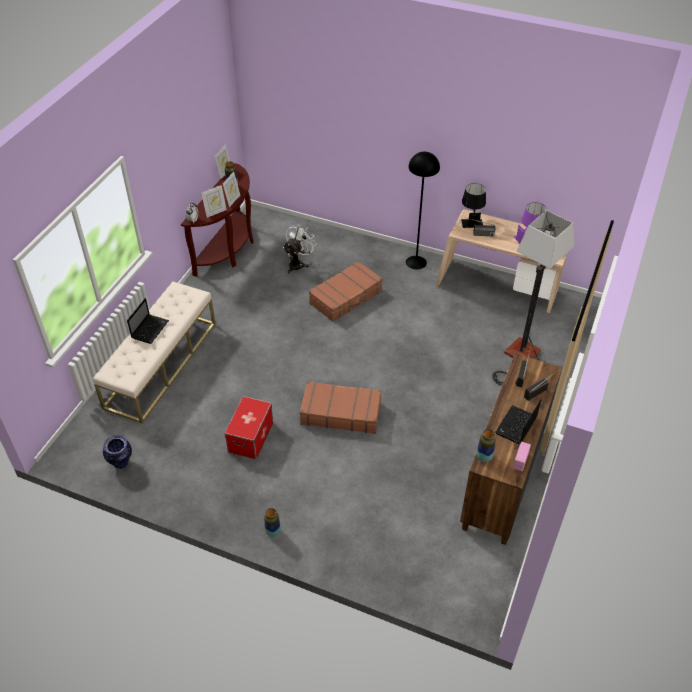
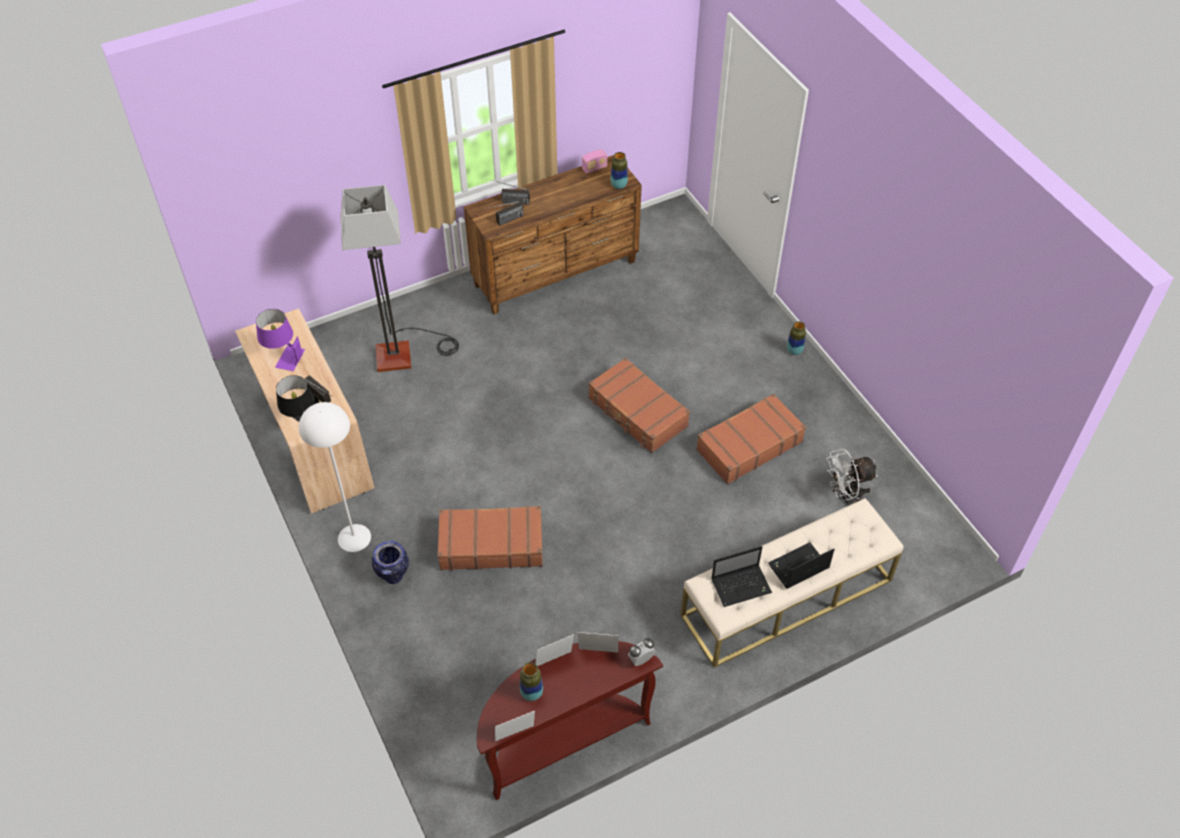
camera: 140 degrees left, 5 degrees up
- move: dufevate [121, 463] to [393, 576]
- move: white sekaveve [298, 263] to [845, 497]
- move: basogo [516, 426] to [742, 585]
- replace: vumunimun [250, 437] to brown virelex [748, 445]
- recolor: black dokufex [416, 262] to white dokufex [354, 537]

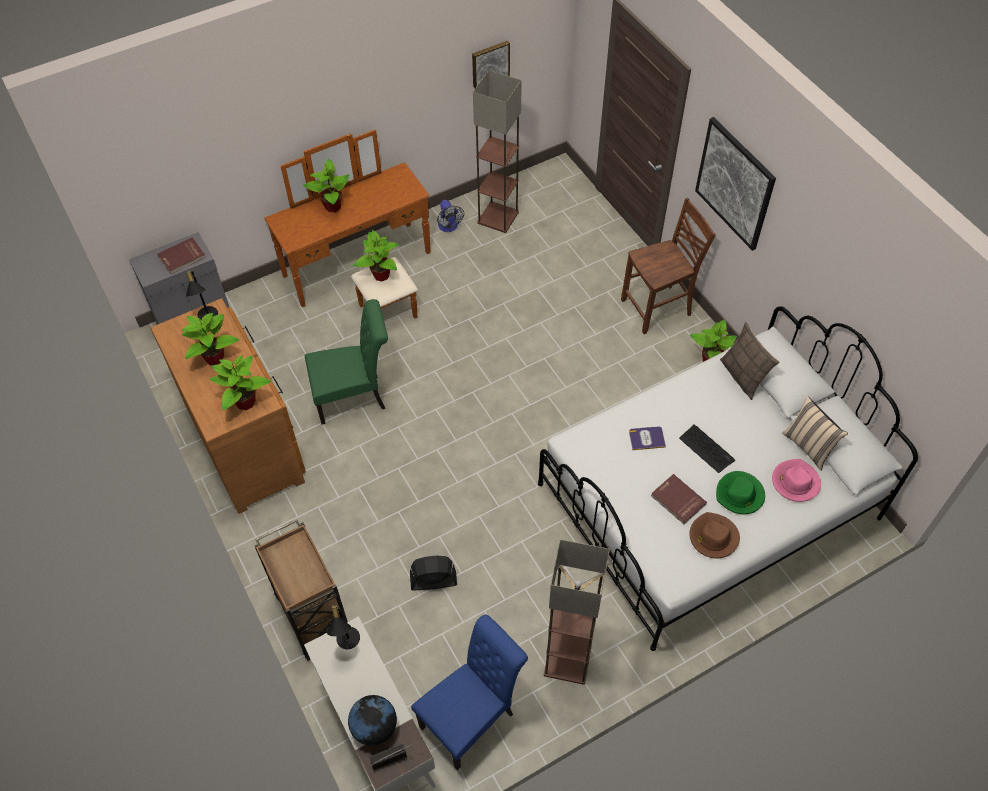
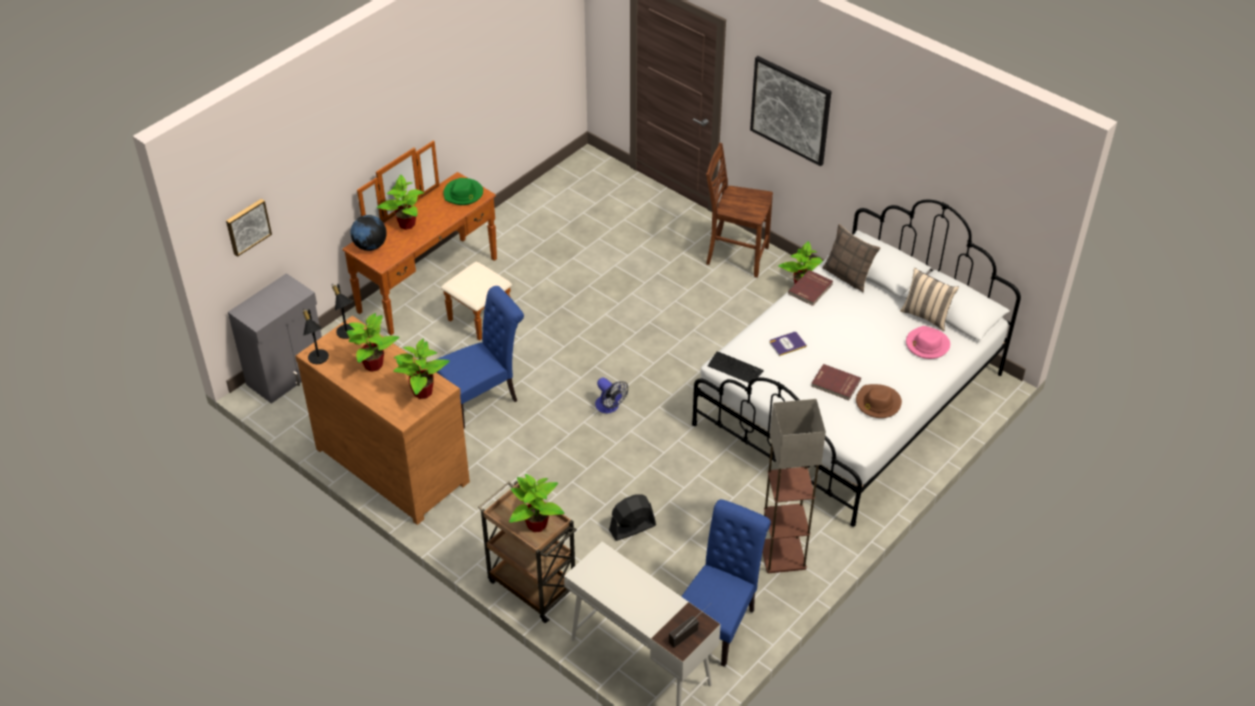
camera: 20 degrees left, 10 degrees down
- delete: dokufex [497, 217]
- move: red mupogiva [182, 257] to [811, 289]
- move: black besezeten [347, 642] to [318, 360]
- move: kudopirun [374, 727] to [370, 246]
- move: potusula [381, 275] to [536, 524]
- move: sekaveve [449, 227] to [610, 407]
- move: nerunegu [490, 63] to [247, 226]
- move: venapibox [706, 449] to [735, 368]
- move: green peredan [740, 495] to [463, 194]
- recolor: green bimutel [354, 397] to blue bimutel [483, 399]
- rotate: brown bimutel [658, 308] = [735, 256] 120 degrees counterclockwise

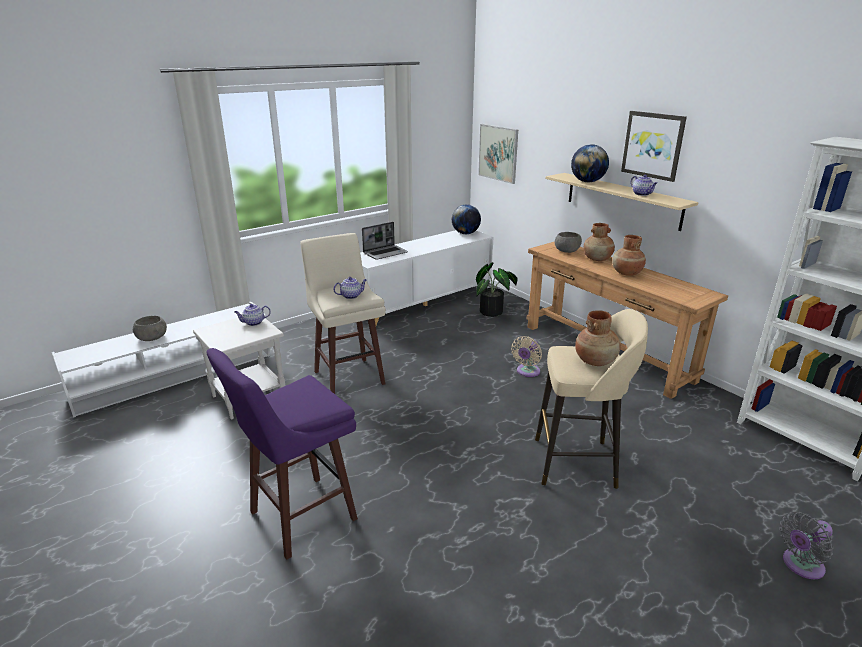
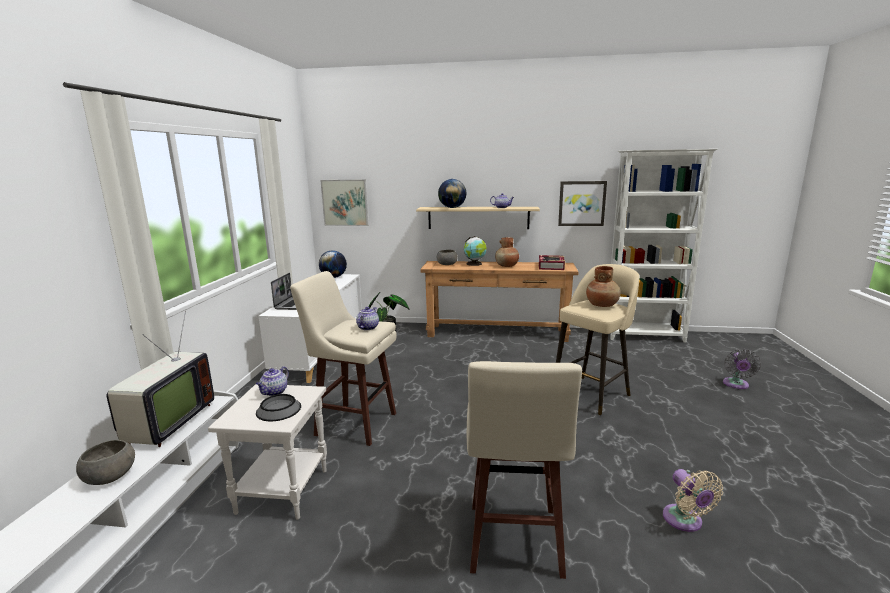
camera: 45 degrees left, 10 degrees down
- insert: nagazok [166, 424]
- insert: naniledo [278, 409]
- insert: mupogiva [551, 266]
- move: beige sekaveve [527, 372] to [685, 521]
- move: nerunegu [653, 145] to [581, 203]
- replace: brown dufevate [597, 259] to kudopirun [475, 264]
- recolor: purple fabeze [299, 517] to beige fabeze [513, 542]

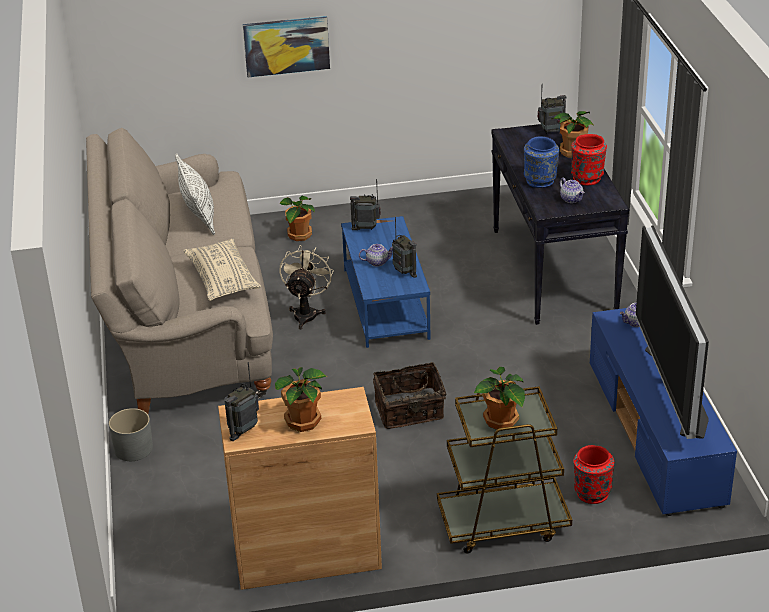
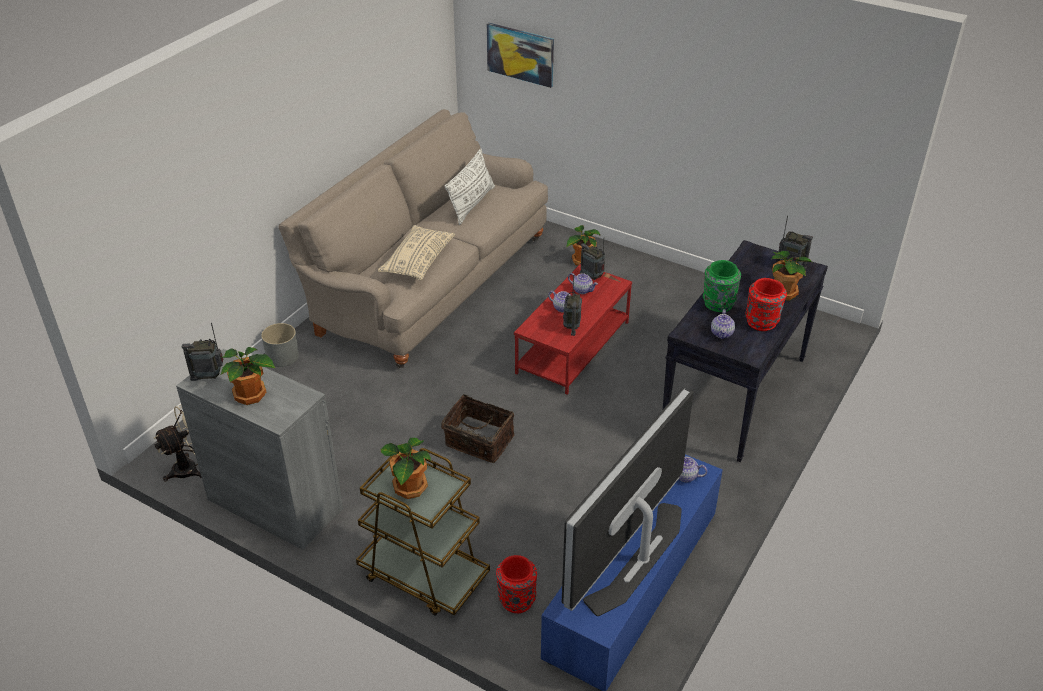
camera: 40 degrees right, 5 degrees up
- insert: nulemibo [582, 290]
- move: nerunegu [286, 45] to [520, 54]
- move: beige sekaveve [306, 313] to [191, 467]
- recolor: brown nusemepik [307, 555] to grey nusemepik [275, 504]
- recolor: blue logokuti [385, 303] to red logokuti [573, 346]
- recolor: blue dufevate [540, 181] to green dufevate [718, 304]

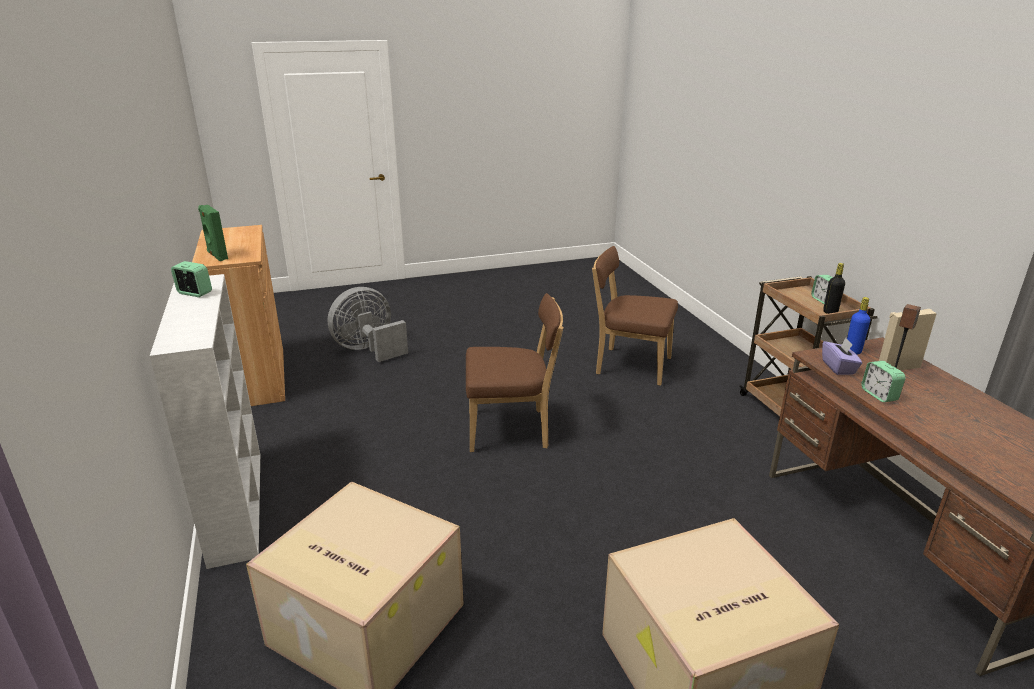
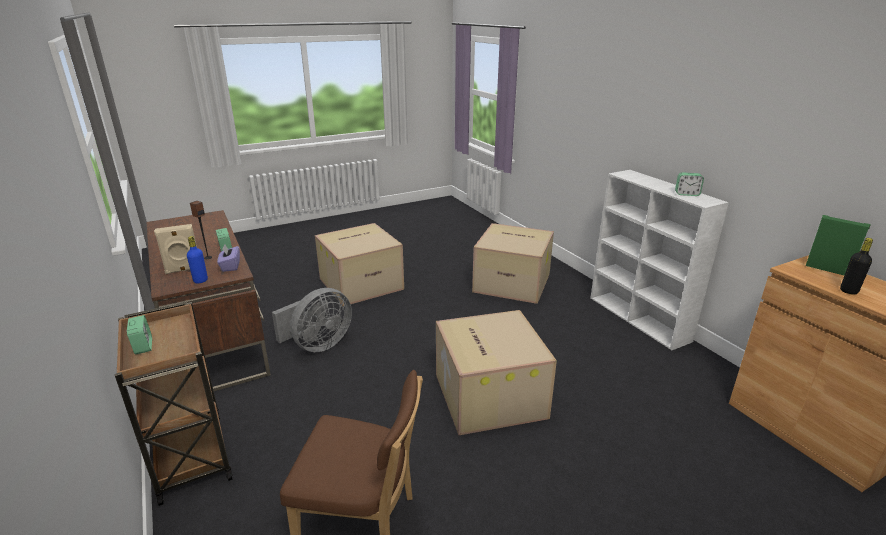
camera: 170 degrees right, 0 degrees up
- move: grey sekaveve [369, 350] to [318, 345]
- move: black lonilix [830, 312] to [848, 291]
- replace: brown bimutel [512, 430] to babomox [487, 395]

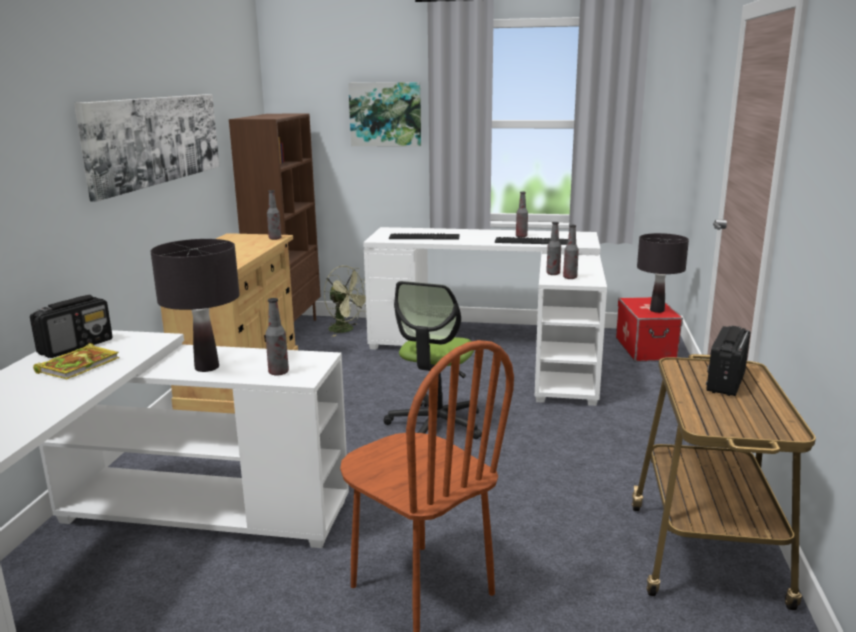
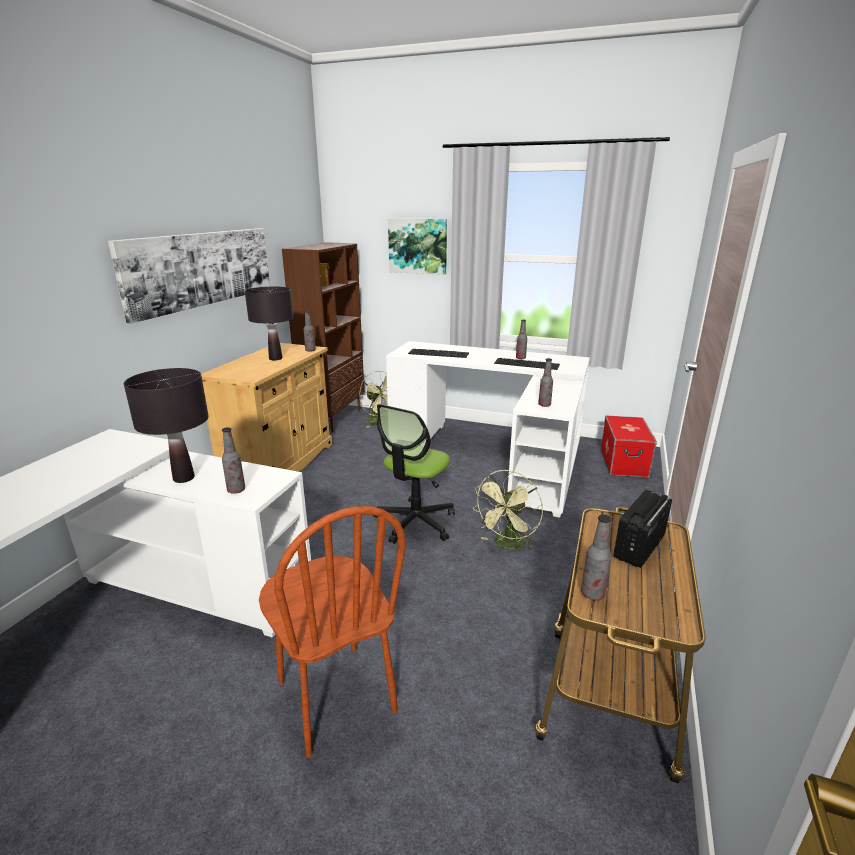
camera: 10 degrees right, 5 degrees up
- delete: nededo [76, 346]
- delete: mupogiva [79, 365]
- insert: green sekaveve [507, 545]
- move: lonilix [553, 274] to [592, 594]
- move: black besezeten [657, 310] to [275, 358]

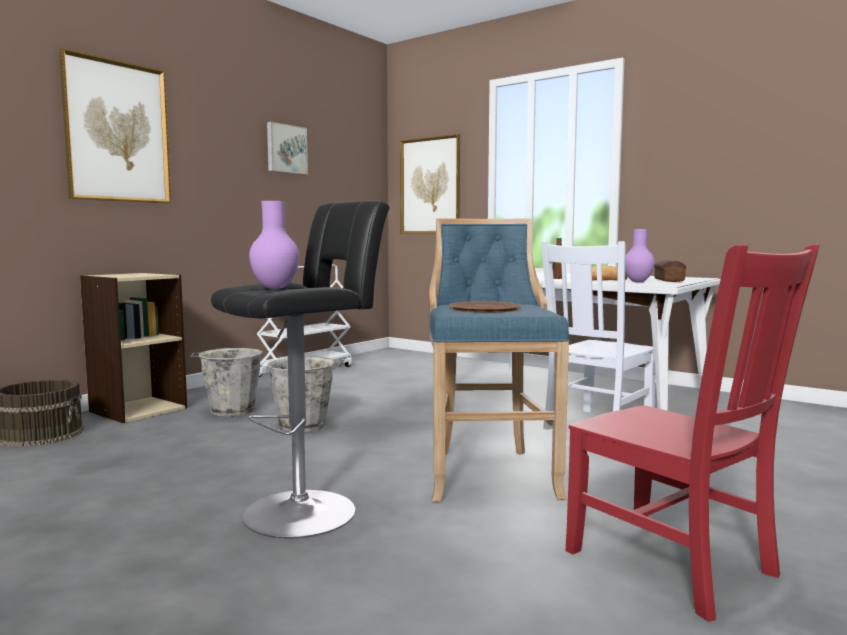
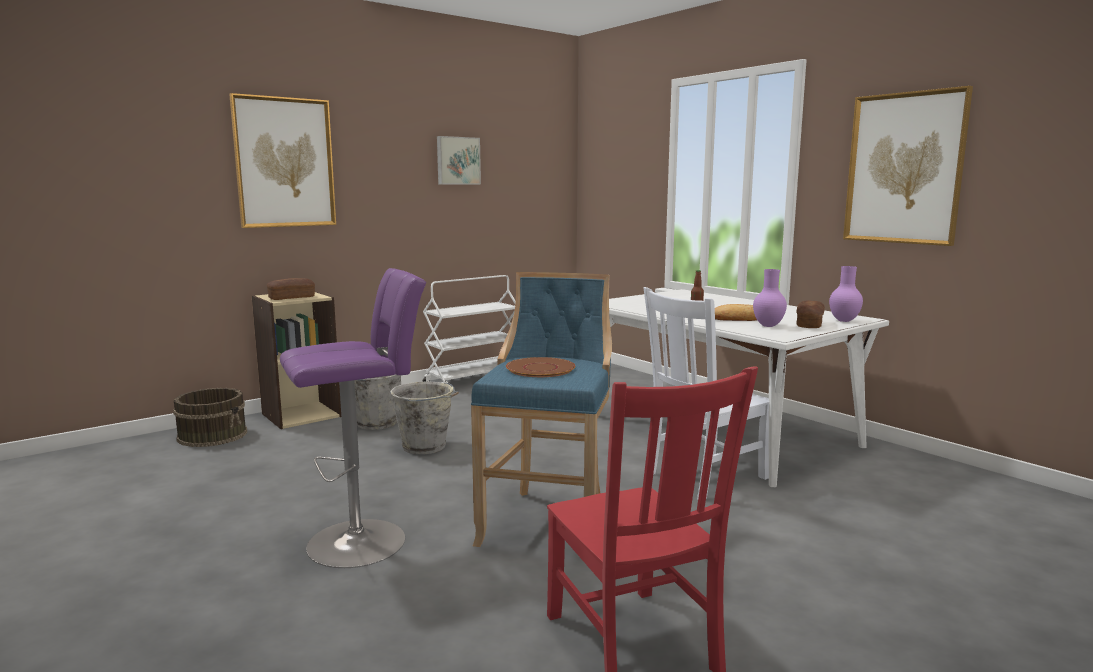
camera: 15 degrees right, 5 degrees up
- insert: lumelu [291, 298]
- move: purple dufevate [274, 288] to [843, 321]
- move: nerunegu [430, 186] to [904, 168]
- recolor: black fabeze [307, 510] to purple fabeze [364, 540]

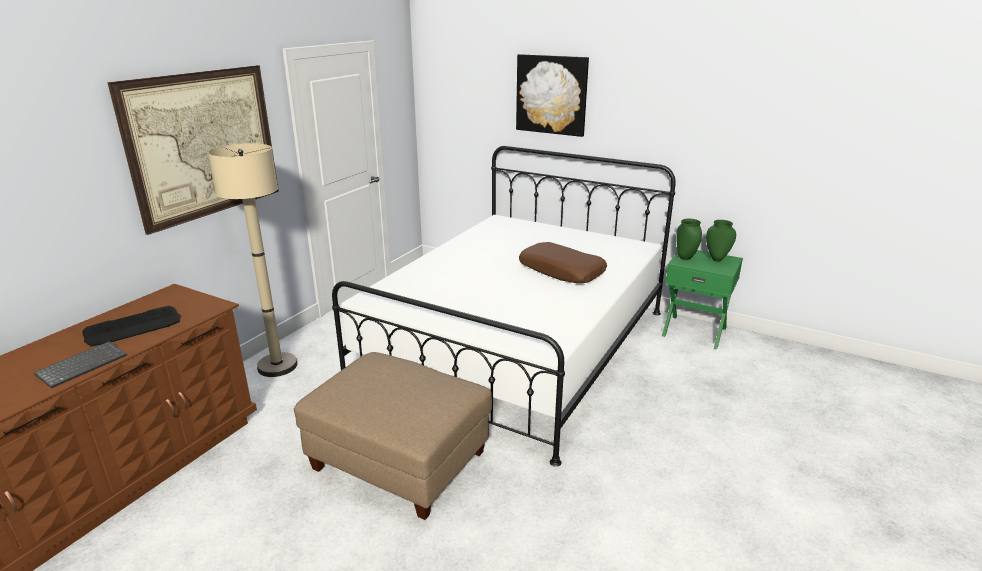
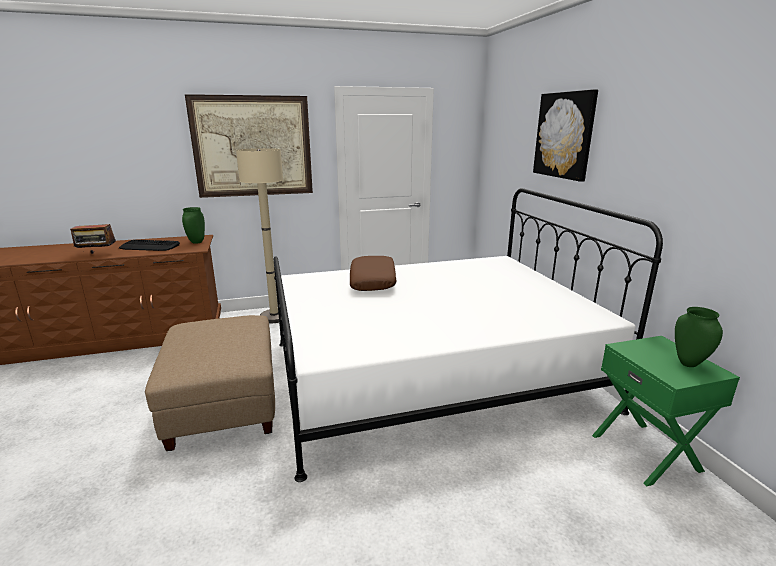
camera: 45 degrees right, 5 degrees down
- move: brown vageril [562, 271] to [373, 281]
- move: green dufevate [685, 258] to [196, 242]
- replace: venapibox [83, 365] to nededo [97, 254]

